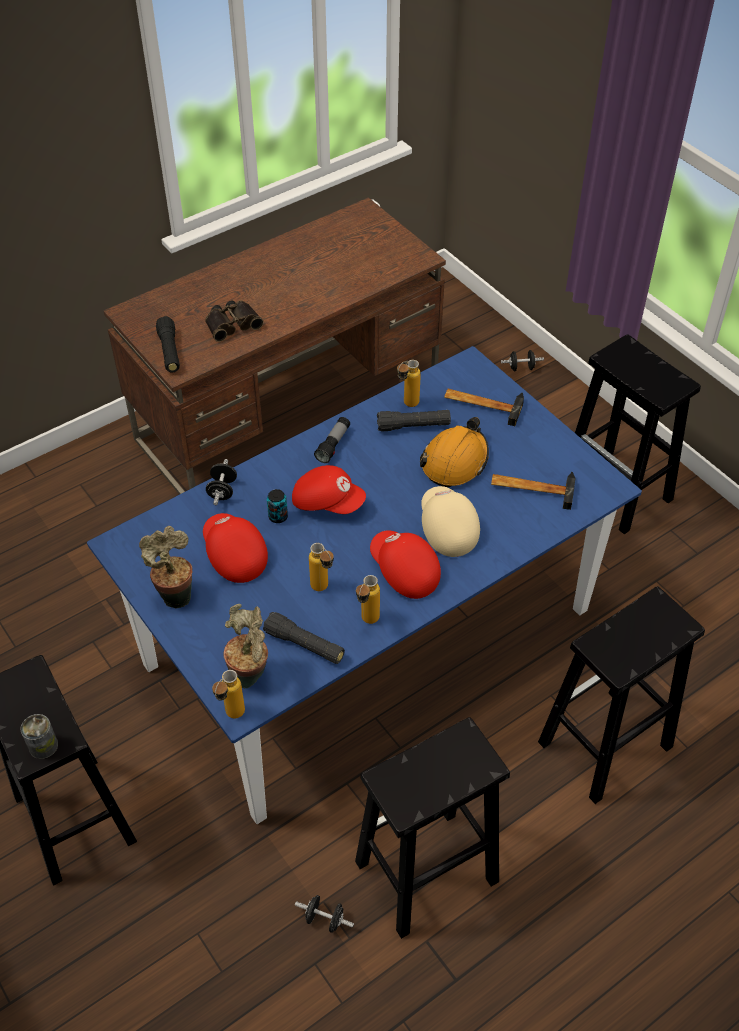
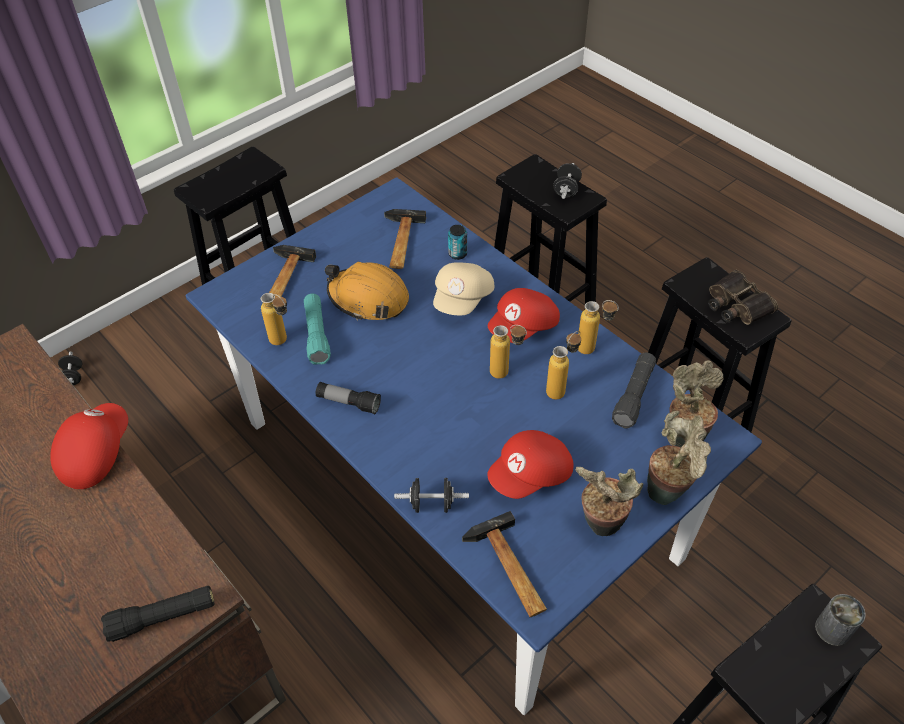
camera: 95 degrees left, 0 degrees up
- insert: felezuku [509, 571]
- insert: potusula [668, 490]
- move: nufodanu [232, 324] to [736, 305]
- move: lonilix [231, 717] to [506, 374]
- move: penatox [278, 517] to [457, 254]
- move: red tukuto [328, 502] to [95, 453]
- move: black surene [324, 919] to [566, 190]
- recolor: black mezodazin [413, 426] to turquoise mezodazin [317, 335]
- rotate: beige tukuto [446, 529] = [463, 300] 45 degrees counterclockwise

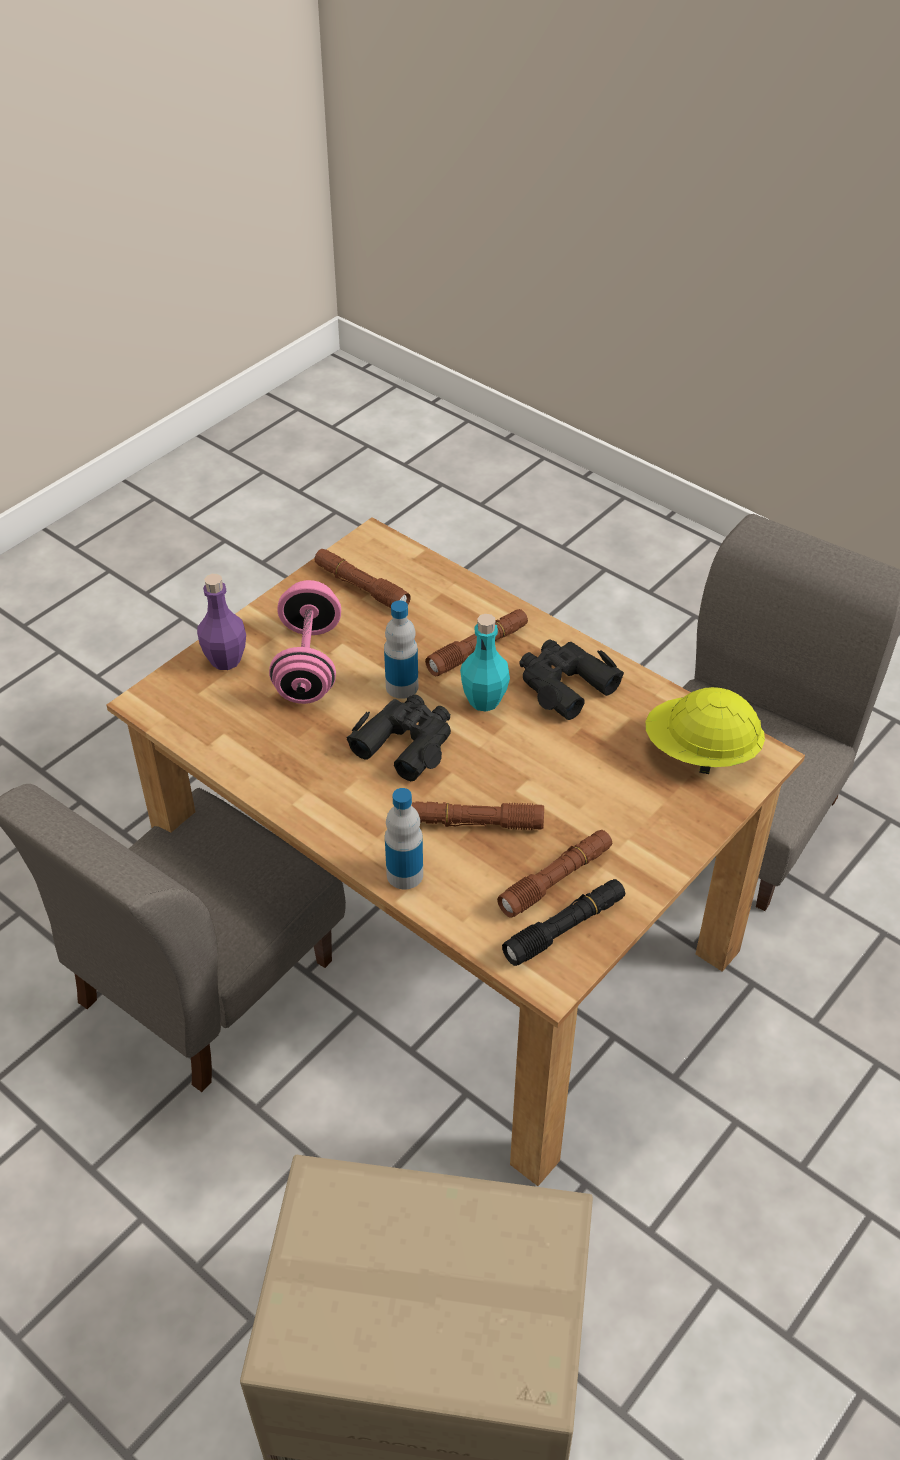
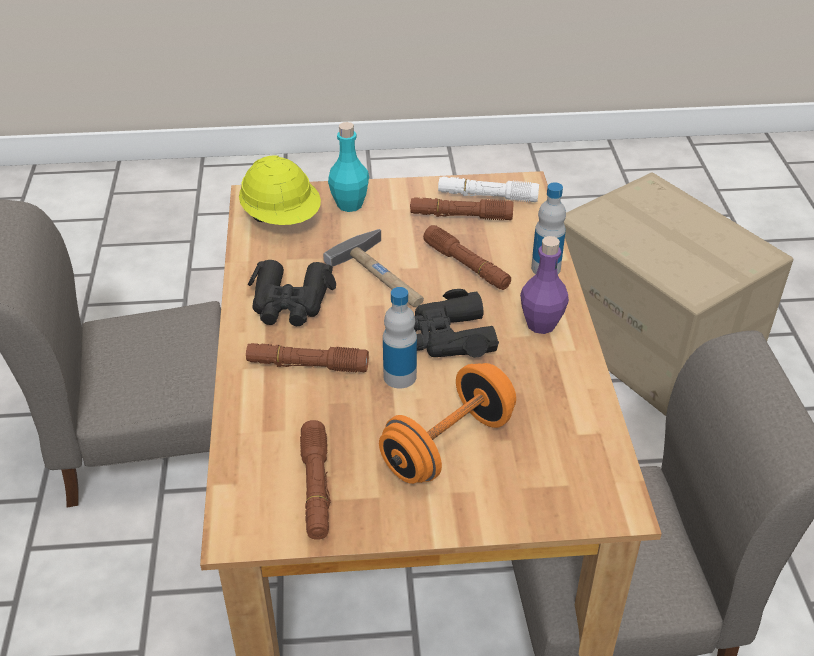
camera: 135 degrees left, 5 degrees down
- insert: felezuku [384, 276]
- move: purple lonilix [225, 660] to [541, 324]
- move: turquoise lonilix [484, 700] to [349, 204]
- recolor: pink surene [308, 664] to orange surene [448, 445]
- recolor: black mezodazin [565, 928] to white mezodazin [487, 196]

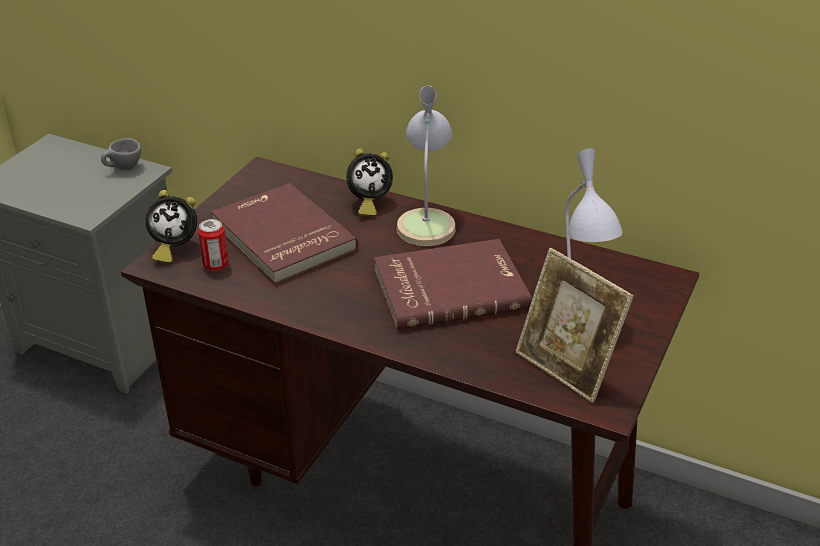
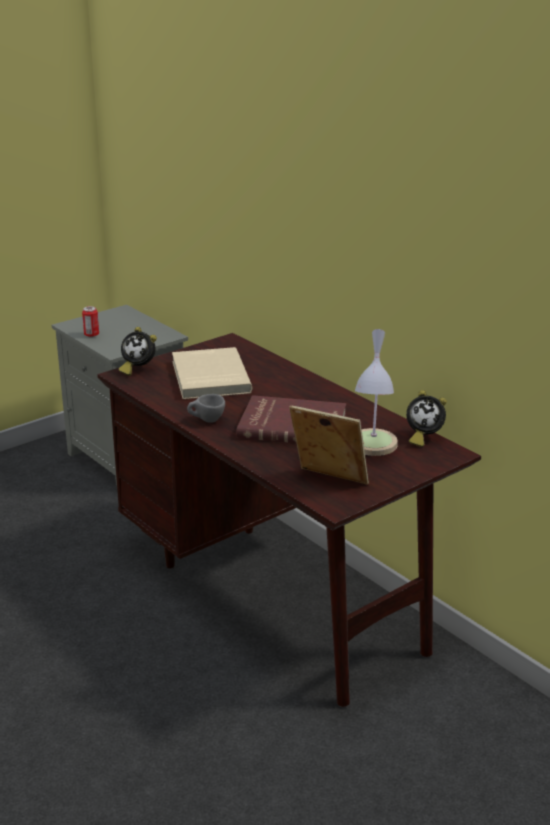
camera: 25 degrees right, 10 degrees down
- delete: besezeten [427, 221]
- move: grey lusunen [123, 169] to [206, 421]
- move: penatox [216, 265] to [91, 335]
- move: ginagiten [368, 204] to [422, 438]
- recolor: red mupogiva [281, 237] to beige mupogiva [208, 377]
- rotate: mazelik [566, 369] = [328, 482] 135 degrees clockwise

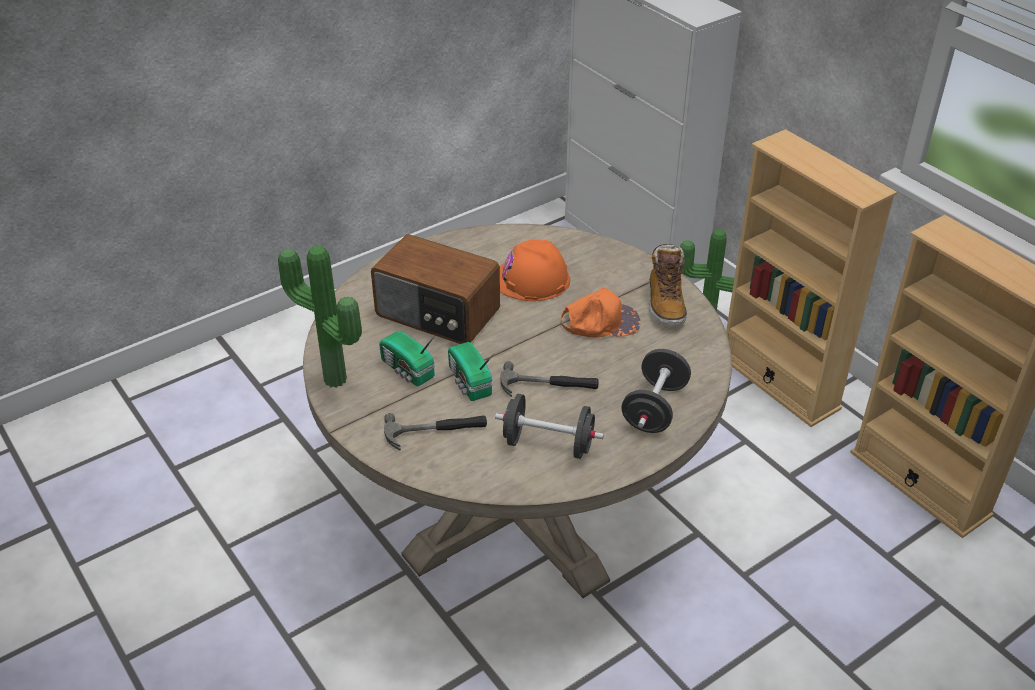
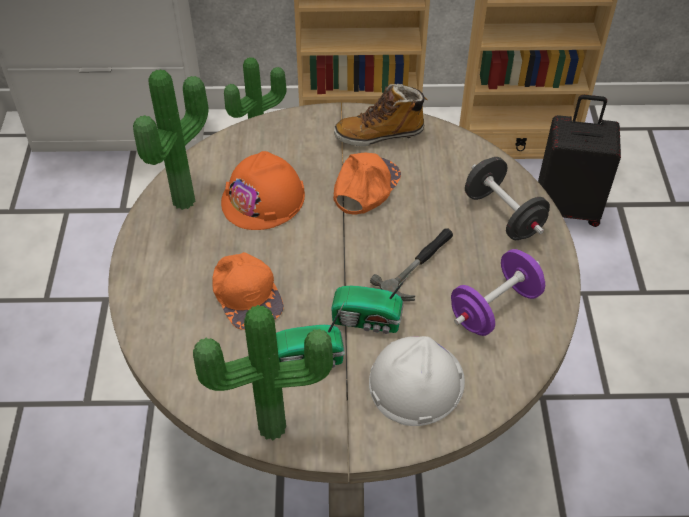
camera: 55 degrees left, 10 degrees up
- insert: potusula [188, 202]
- insert: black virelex [567, 208]
- replace: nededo [437, 314] to orange tukuto [247, 293]
- replace: felezuku [436, 431] to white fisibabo [416, 382]
- recolor: black surene [548, 444] to purple surene [494, 308]
- rotate: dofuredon [665, 304] = [379, 134] 135 degrees clockwise

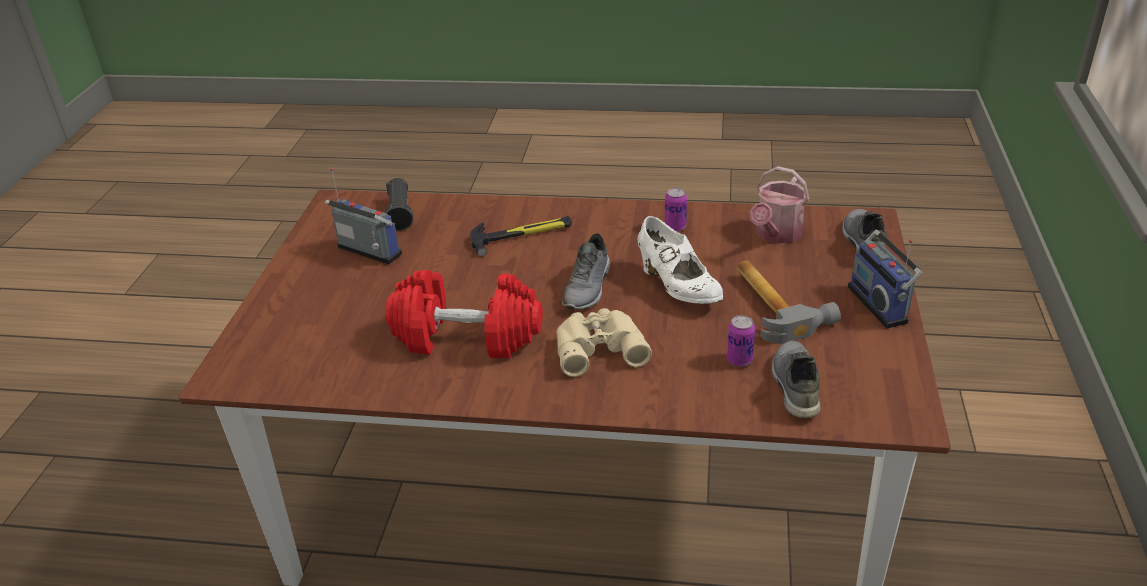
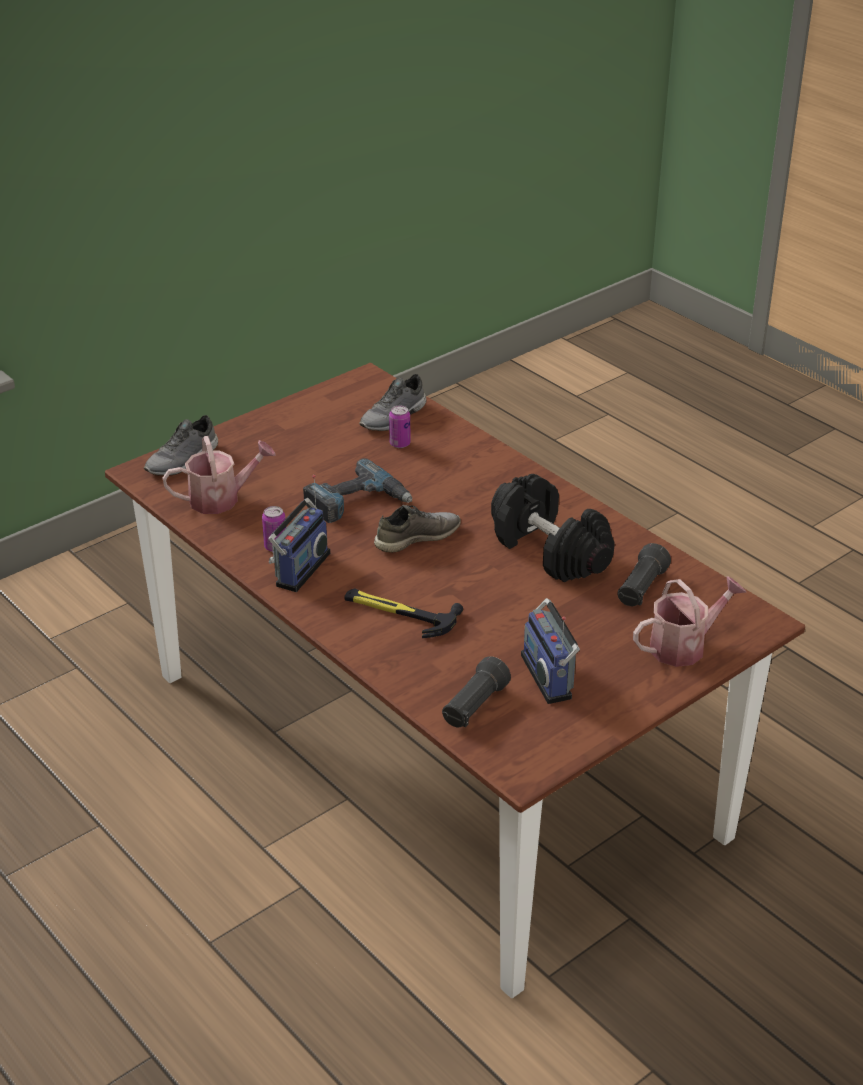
camera: 140 degrees left, 0 degrees up
- delete: beige nufodanu [598, 346]
- delete: felezuku [775, 304]
- insert: black mezodazin [641, 589]
- insert: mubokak [684, 646]
- move: nededo [881, 304] to [299, 568]
- replace: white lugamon [677, 287] to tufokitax [357, 502]
- recolor: red surene [468, 336] to black surene [549, 550]

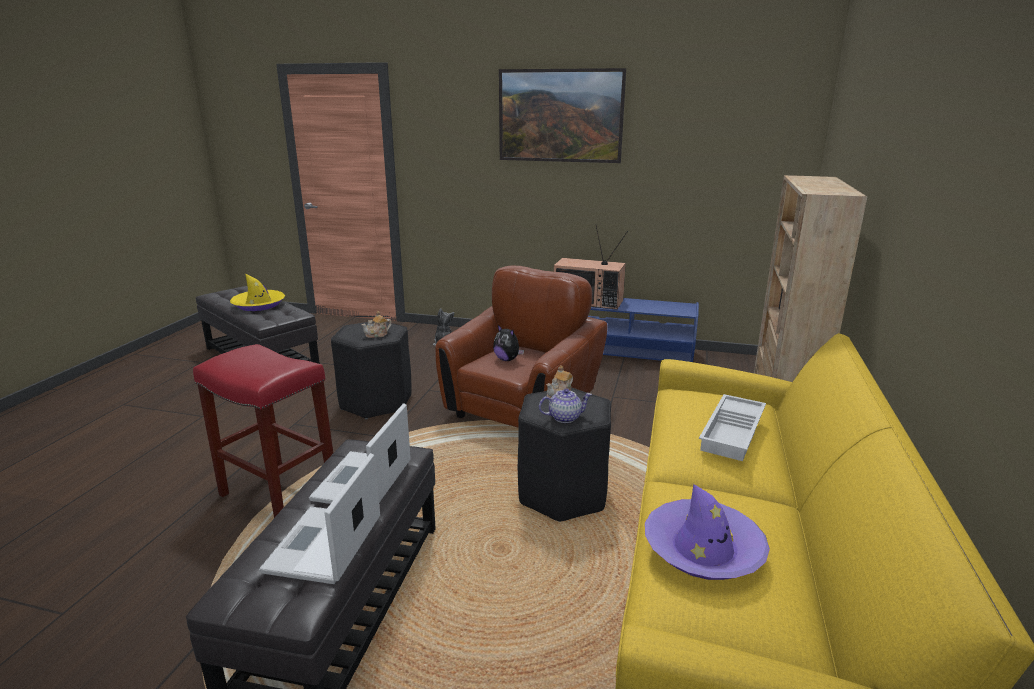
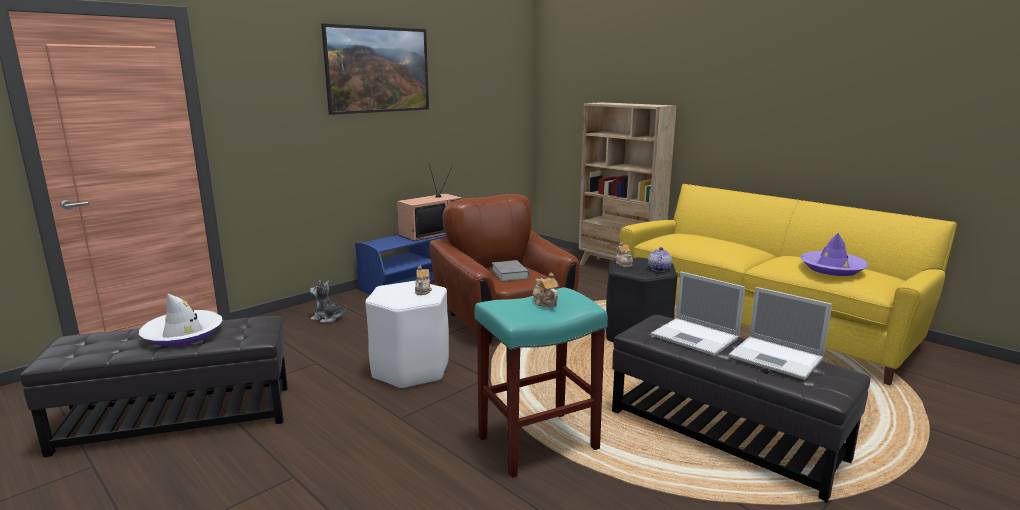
camera: 60 degrees left, 5 degrees down
- delete: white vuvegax [733, 433]
- insert: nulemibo [544, 302]
- replace: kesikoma [507, 359] to grey mupogiva [510, 274]
- recolor: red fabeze [277, 493] to turquoise fabeze [537, 444]
- recolor: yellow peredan [259, 305] to white peredan [183, 335]
- recolor: black fabeze [376, 402] to white fabeze [411, 370]

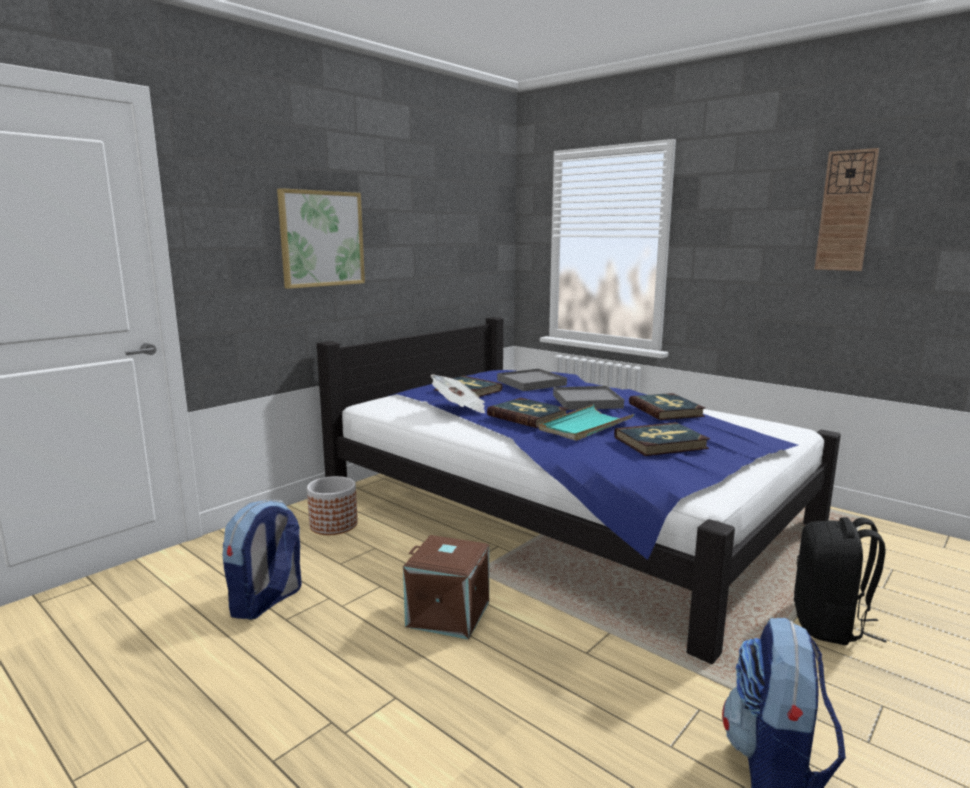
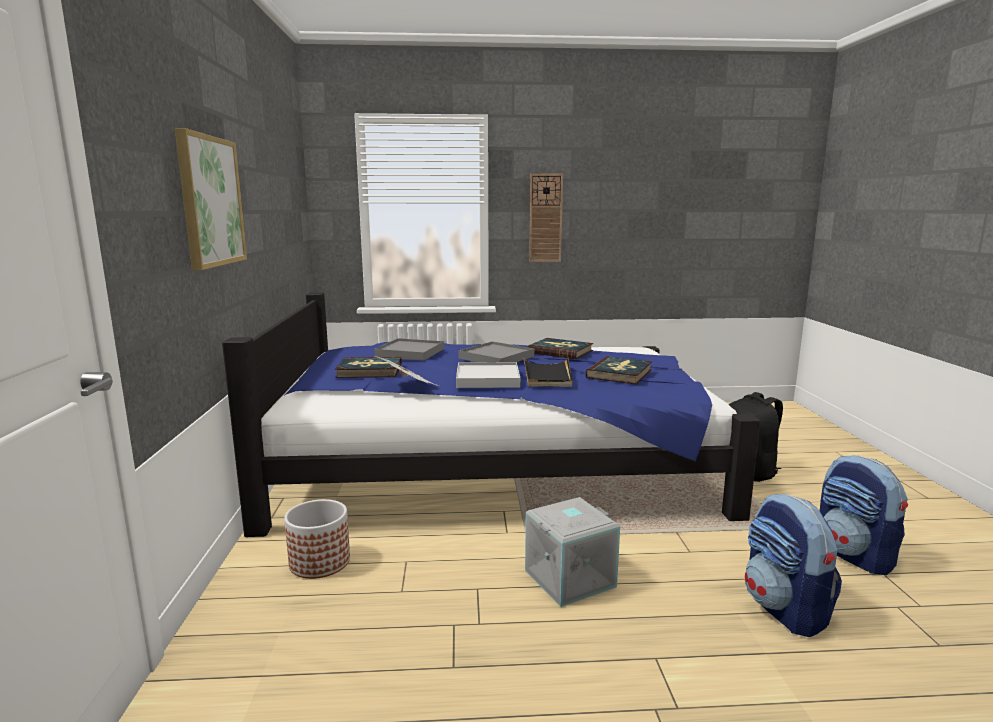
camera: 45 degrees left, 0 degrees up
- move: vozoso [266, 601] to [785, 609]
- move: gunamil [846, 211] to [545, 218]
- replace: mupogiva [528, 416] to white vuvegax [487, 378]
- recolor: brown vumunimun [449, 613] to grey vumunimun [569, 577]
- recolor: turquoise vuvegax [585, 426] to black vuvegax [547, 375]

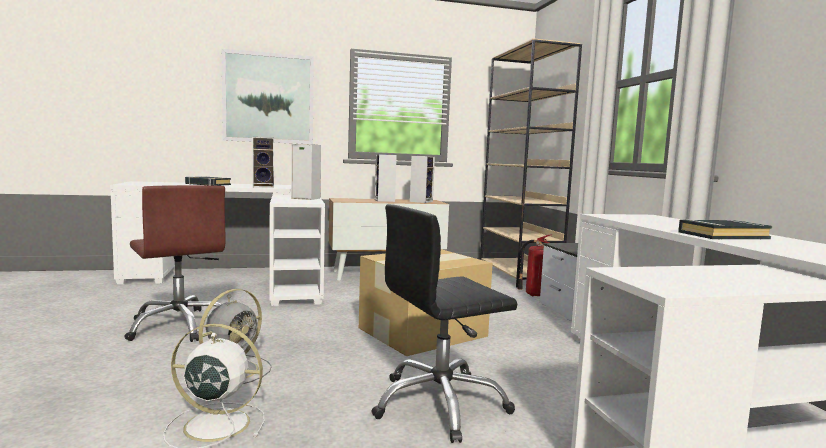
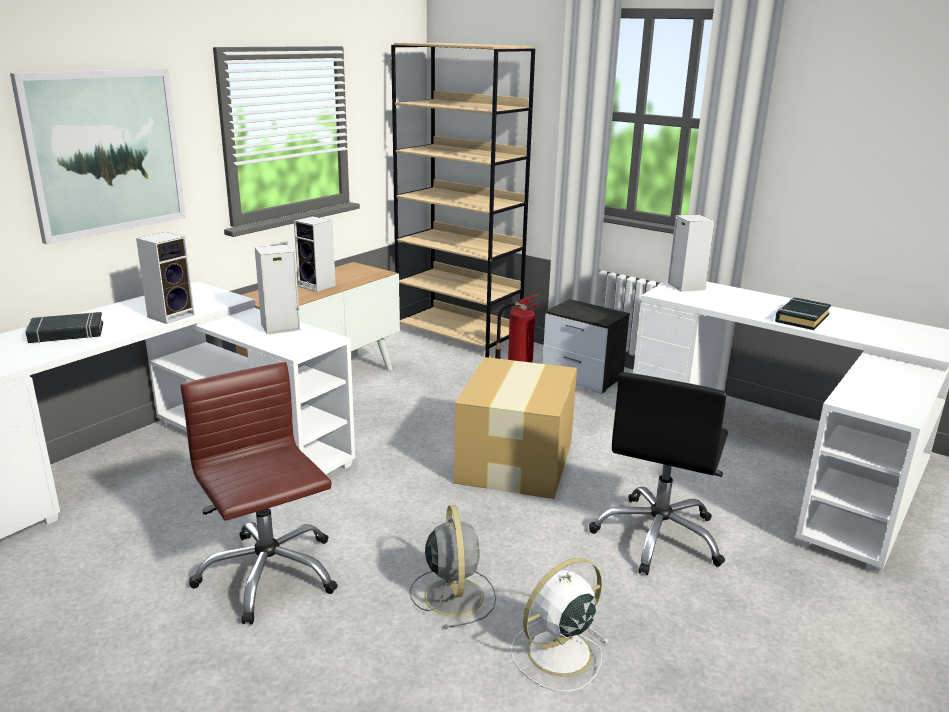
camera: 40 degrees left, 15 degrees up
- move: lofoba [421, 201] to [684, 286]
- rotate: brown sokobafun [180, 326] = [268, 574] 135 degrees counterclockwise

